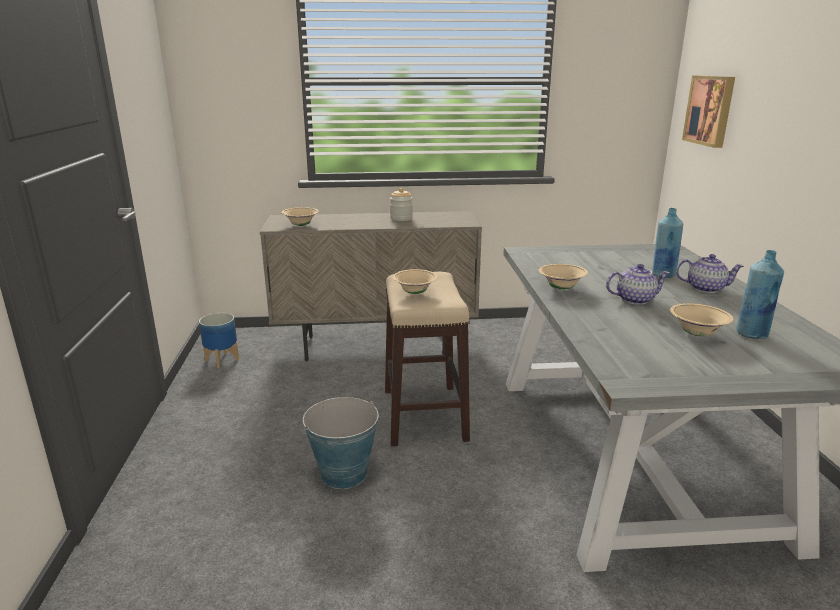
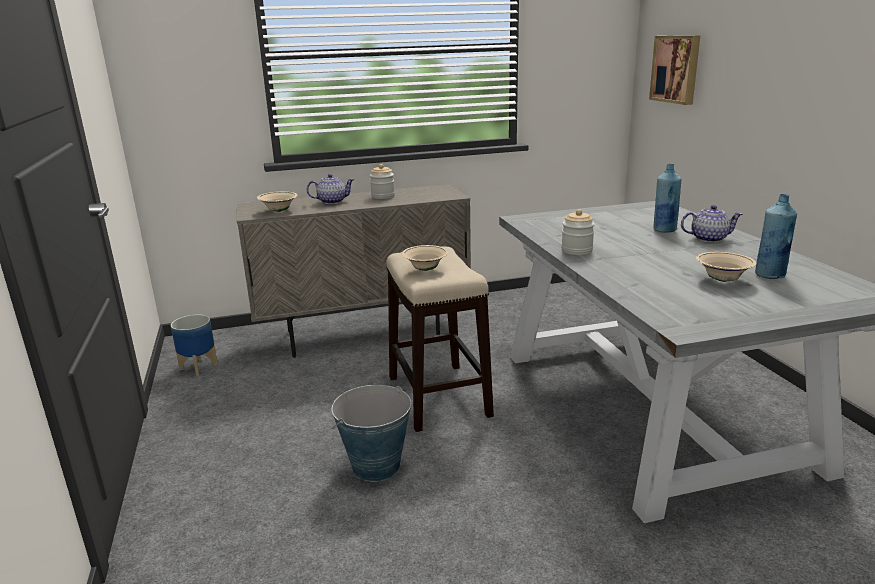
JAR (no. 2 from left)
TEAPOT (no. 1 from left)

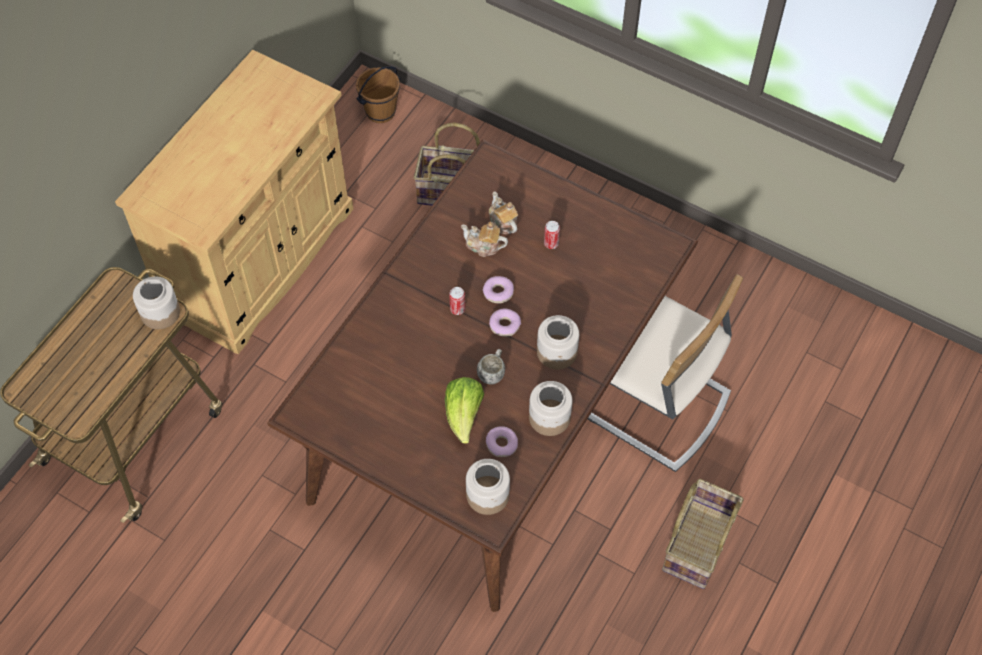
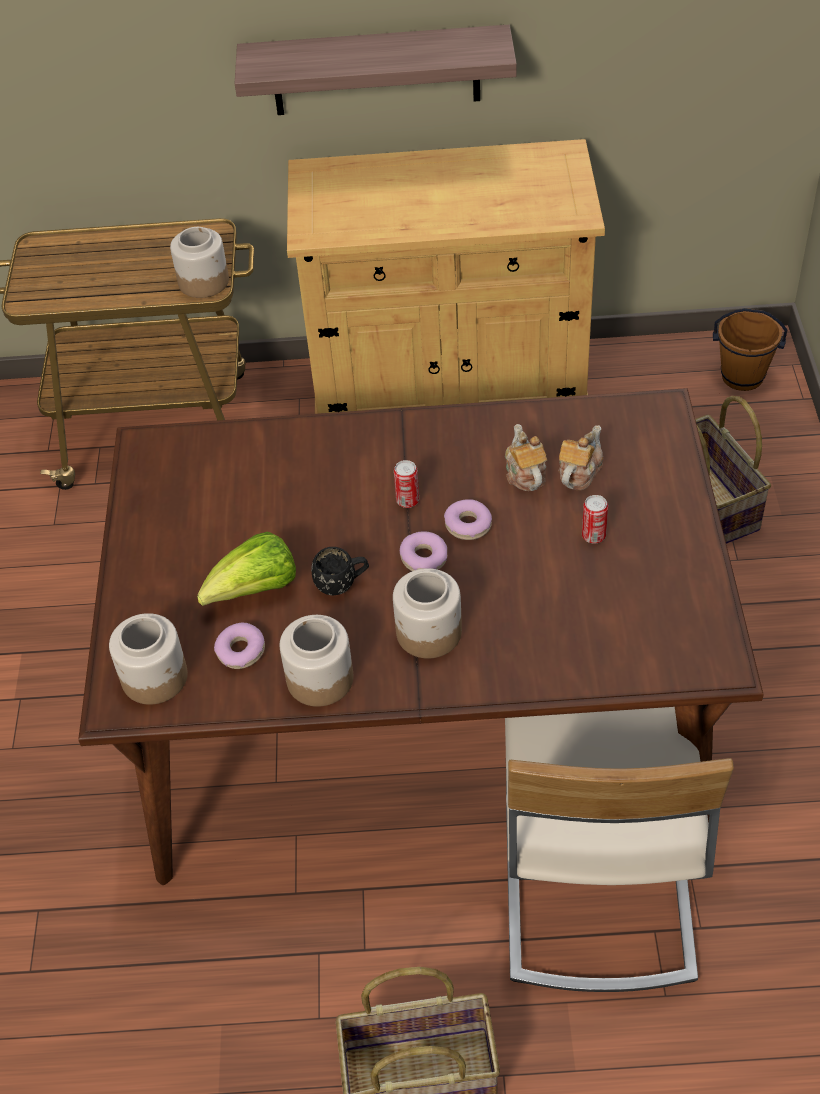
BLACK MUG
SHELF

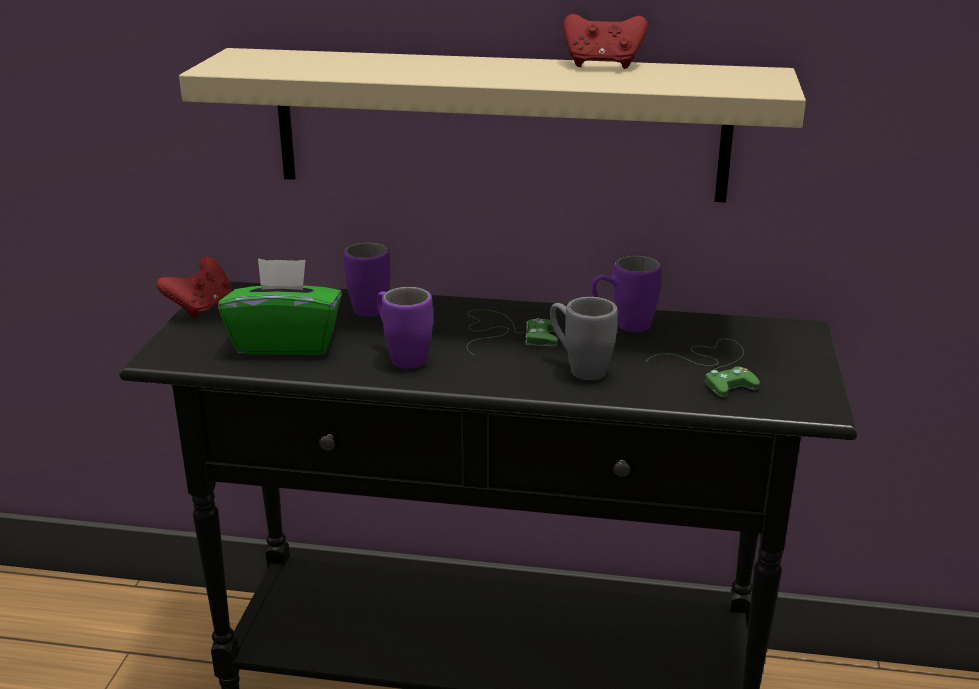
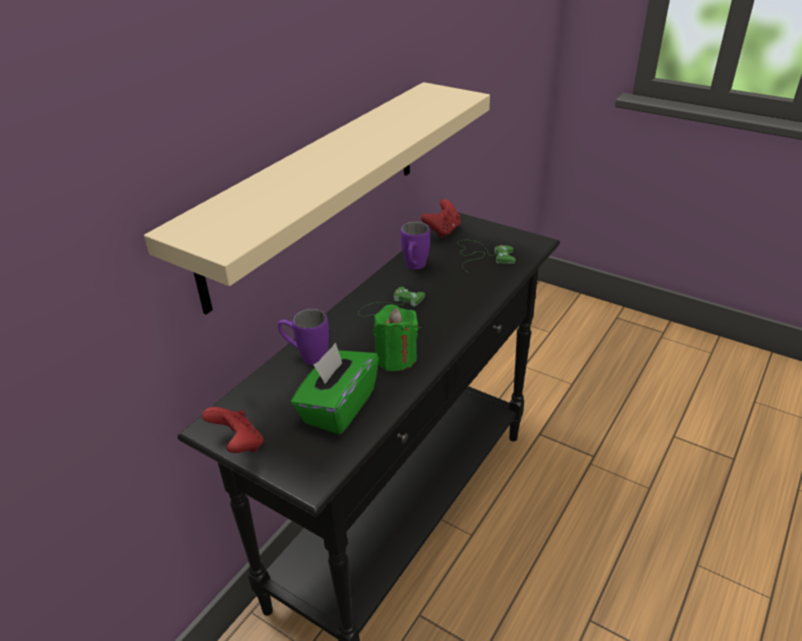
GREEN CANDLE
GREY MUG
RED GAME CONTROLLER (no. 2 from left)

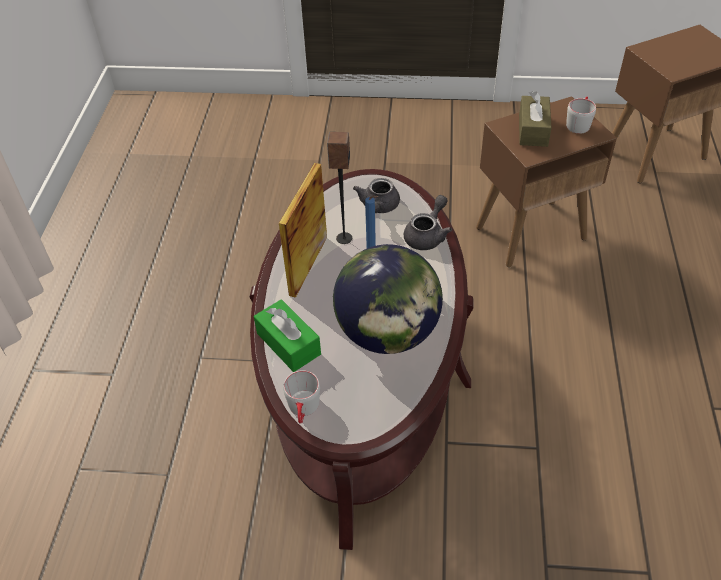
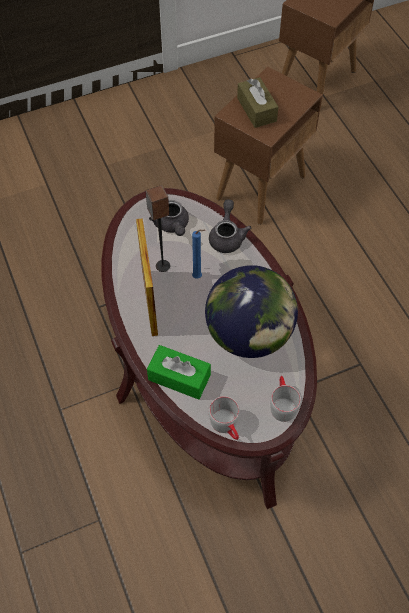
GREY MUG (no. 2 from left)

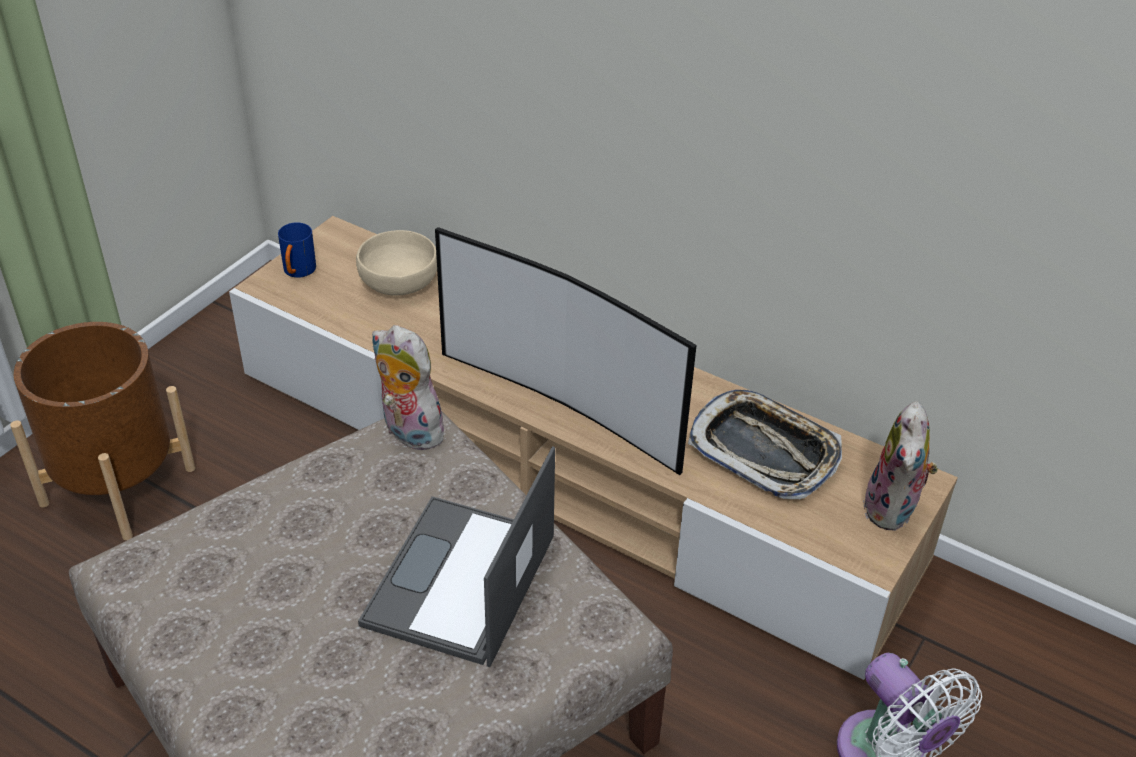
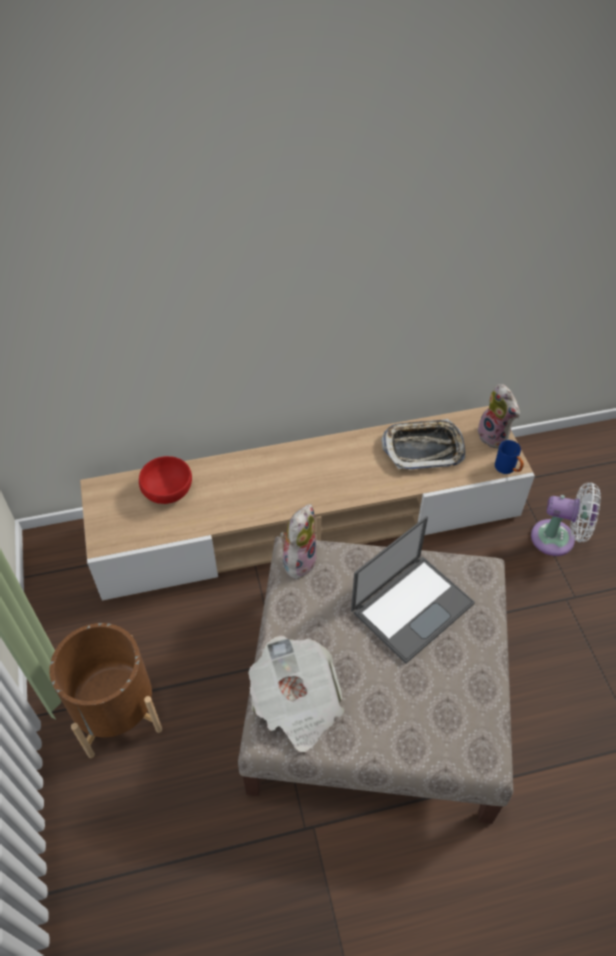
BLUE MUG
RED BOWL
LAPTOP
PLUSH TOY (no. 1 from left)
TELEVISION
NEWSPAPER

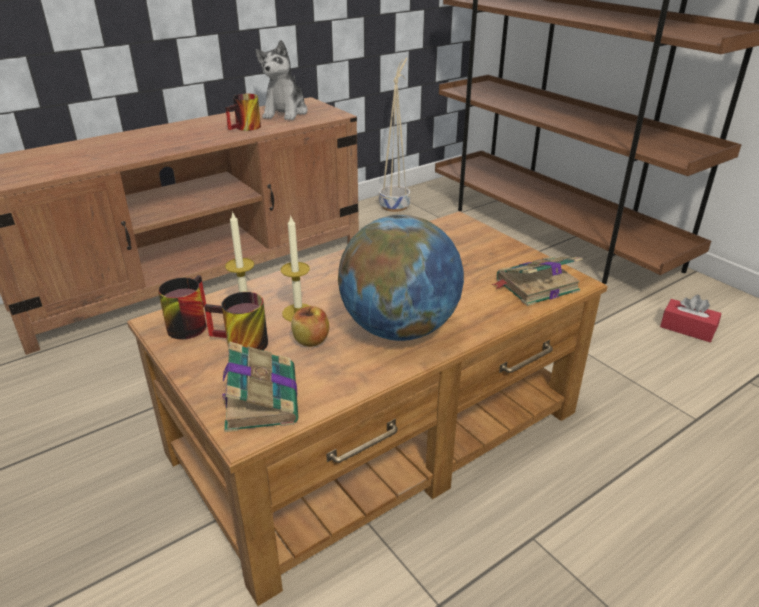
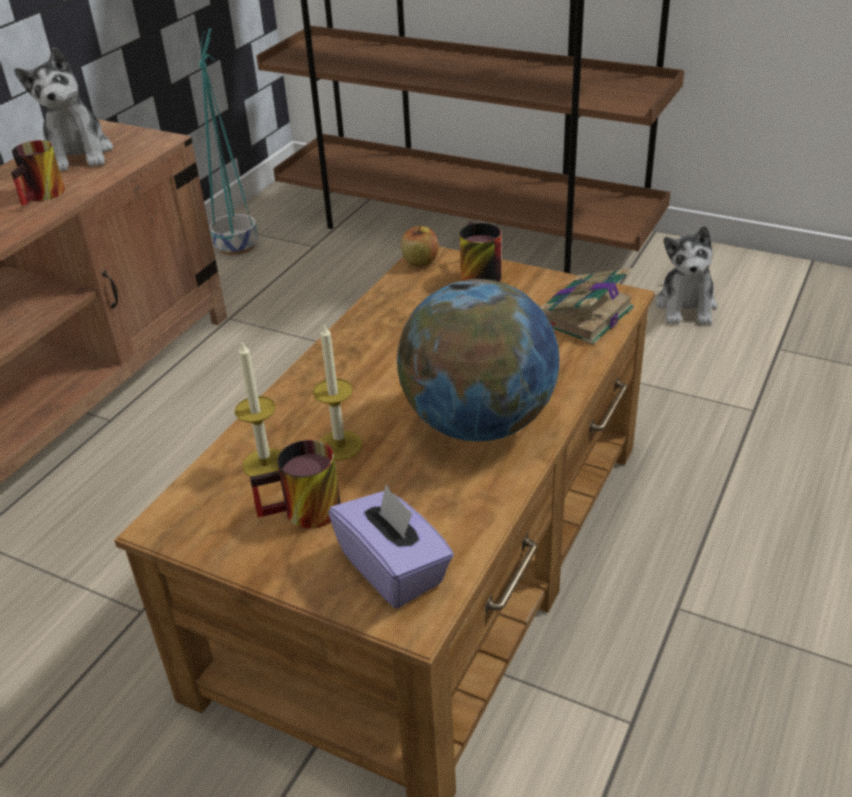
MUG (no. 3 from left)
PURPLE TISSUE BOX
APPLE
TURQUOISE PLANTER
PLUSH TOY (no. 2 from left)

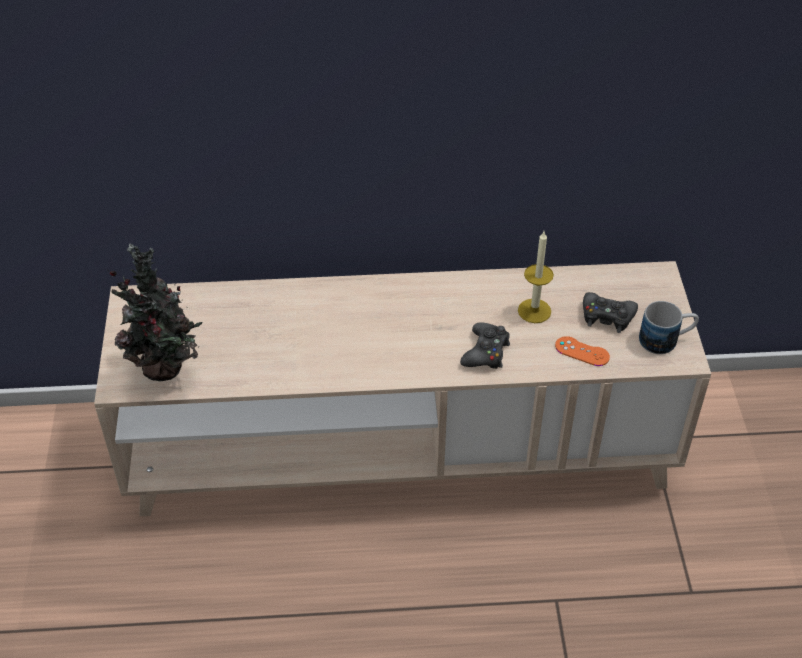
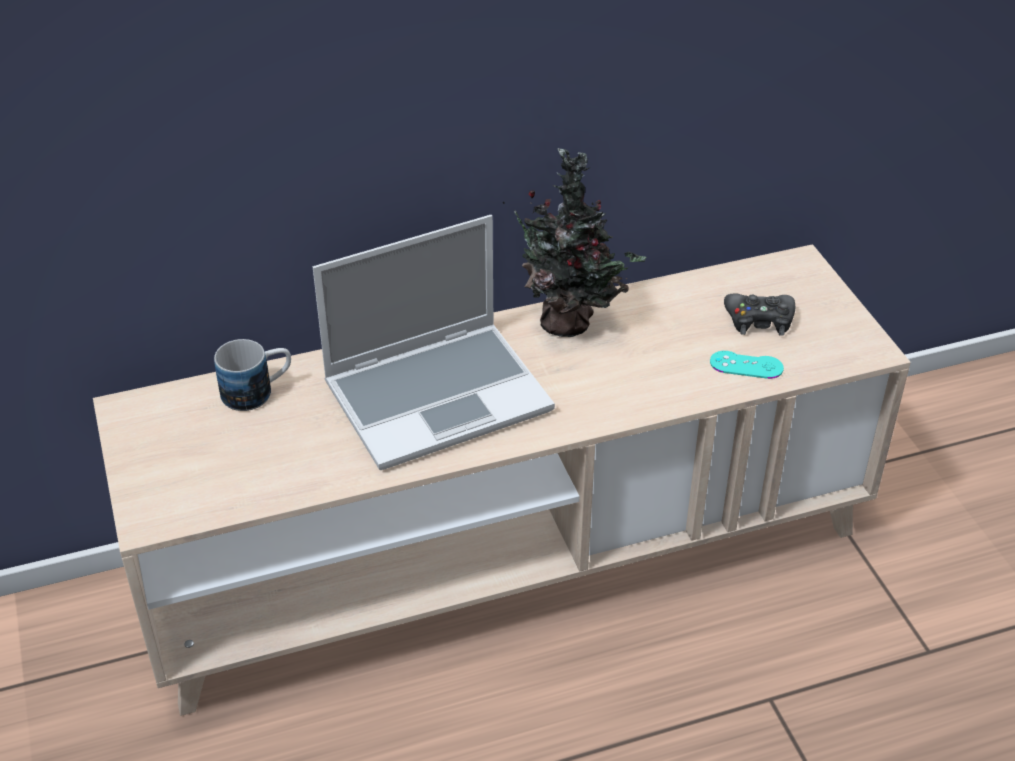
POTTED PLANT
BLACK GAME CONTROLLER (no. 1 from left in the first image)
CANDLE
TURQUOISE GAME CONTROLLER
MUG
LAPTOP

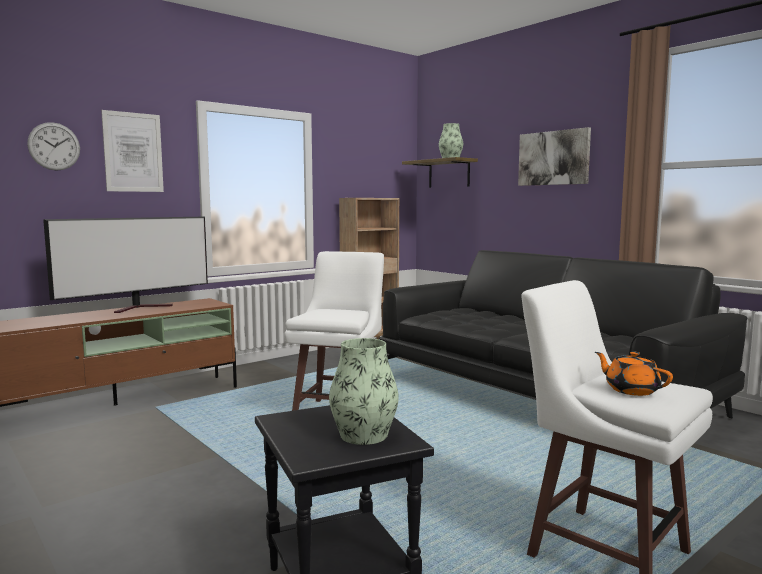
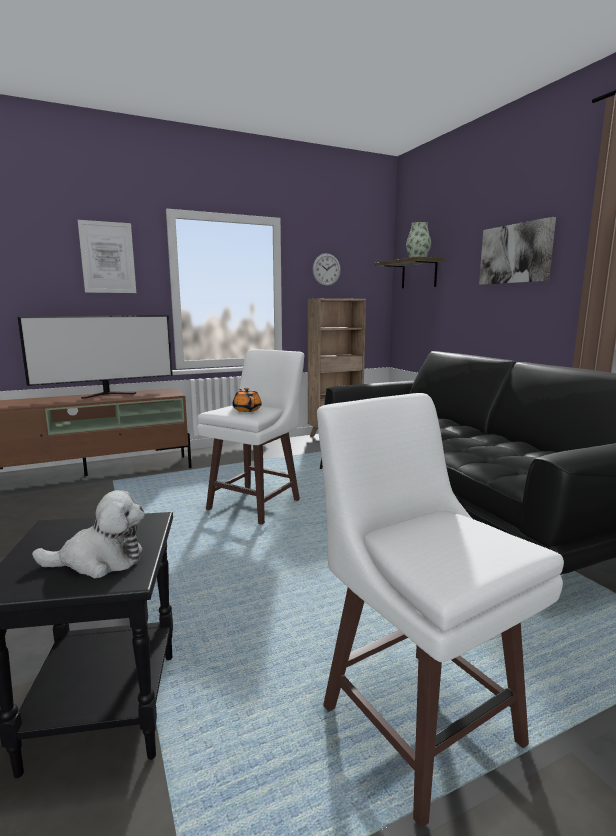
WALL CLOCK
PLUSH TOY
ORANGE TEAPOT

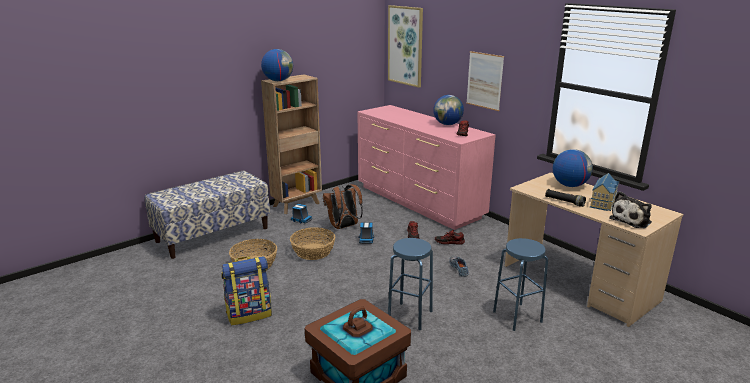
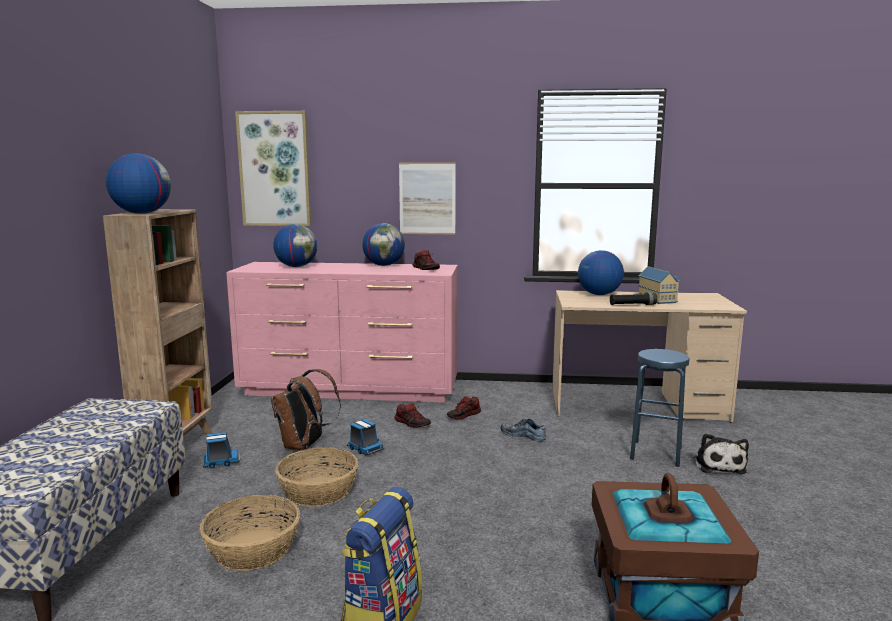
BLUE STOOL (no. 1 from left in the first image)
PLUSH TOY
GLOBE (no. 2 from left)

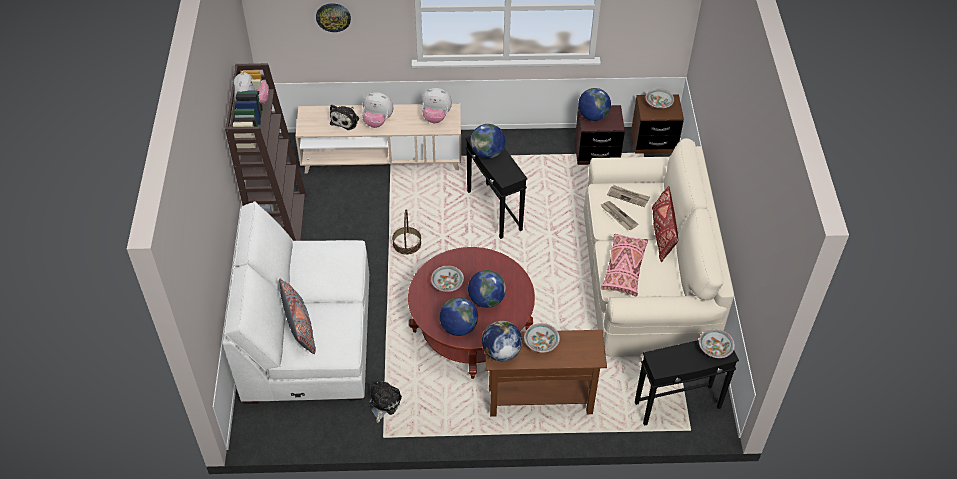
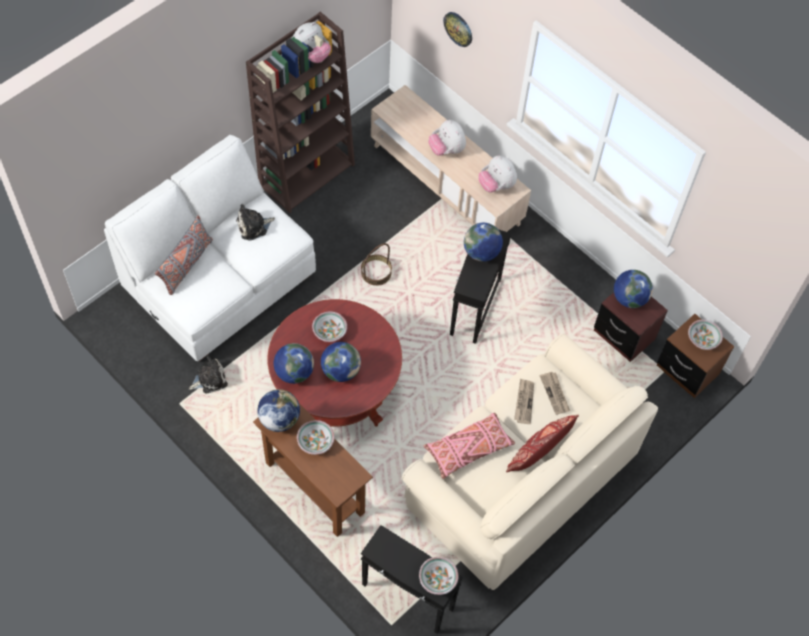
PLUSH TOY (no. 2 from left)

